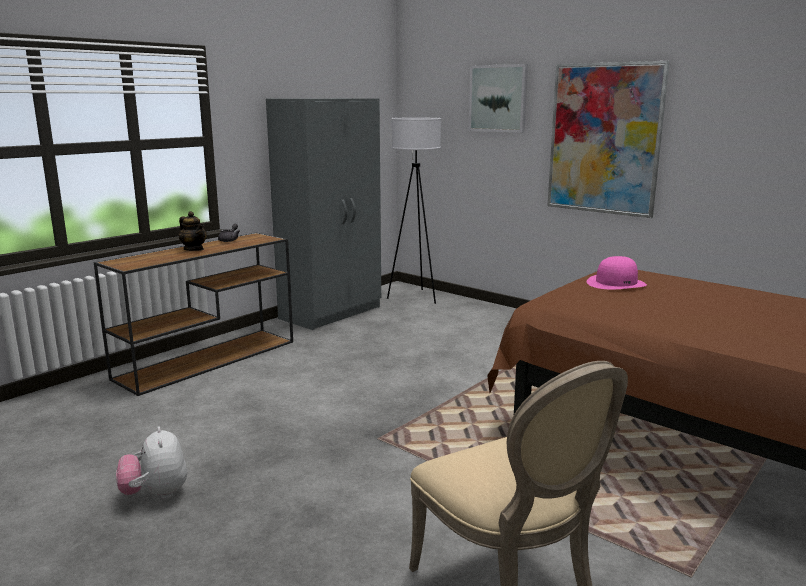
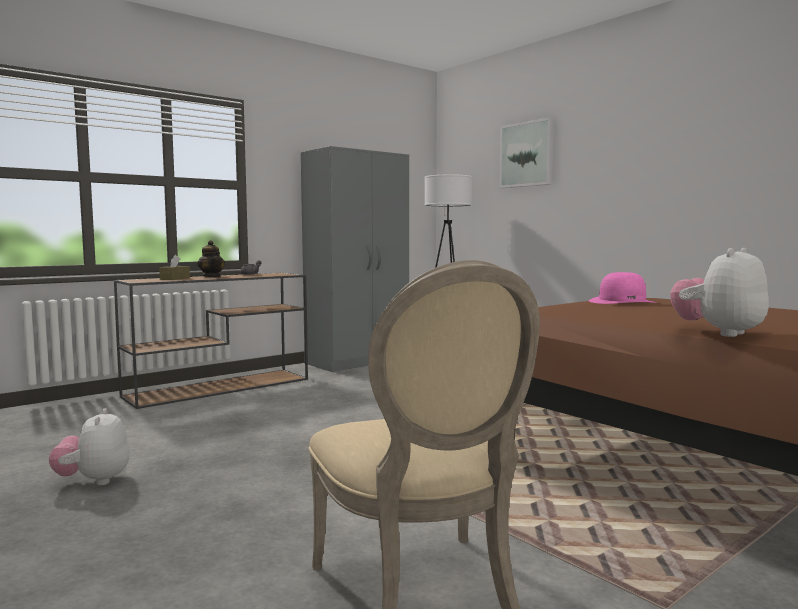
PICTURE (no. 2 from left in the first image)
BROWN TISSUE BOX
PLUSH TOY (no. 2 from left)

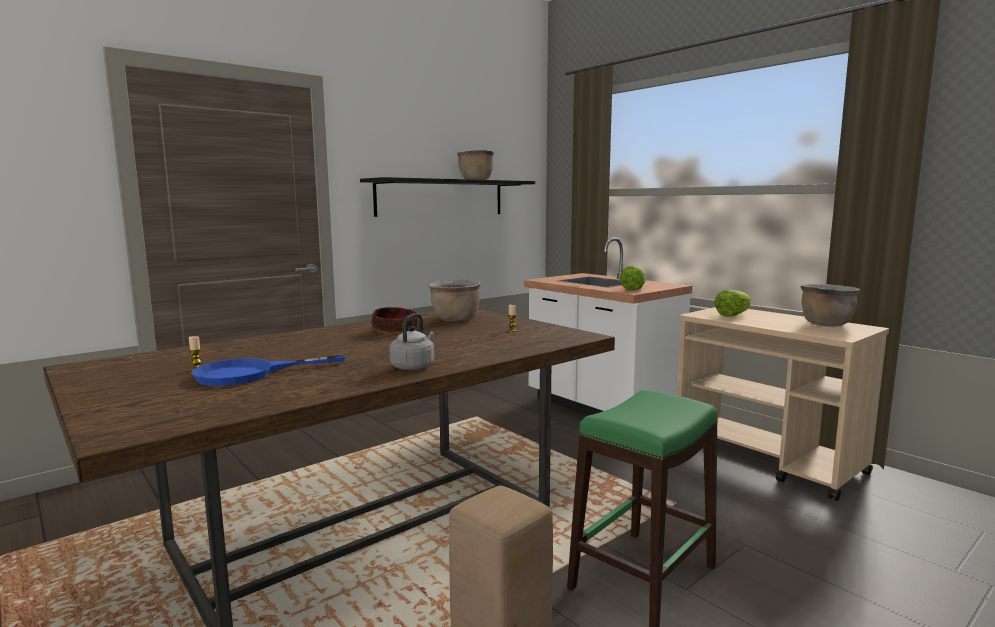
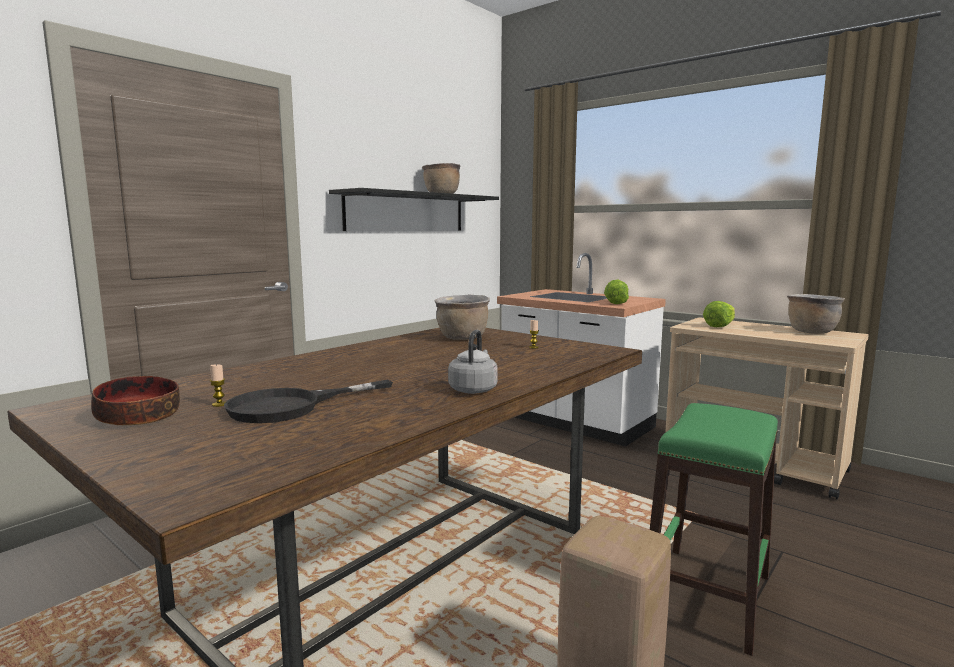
BLACK FRYING PAN
BOWL

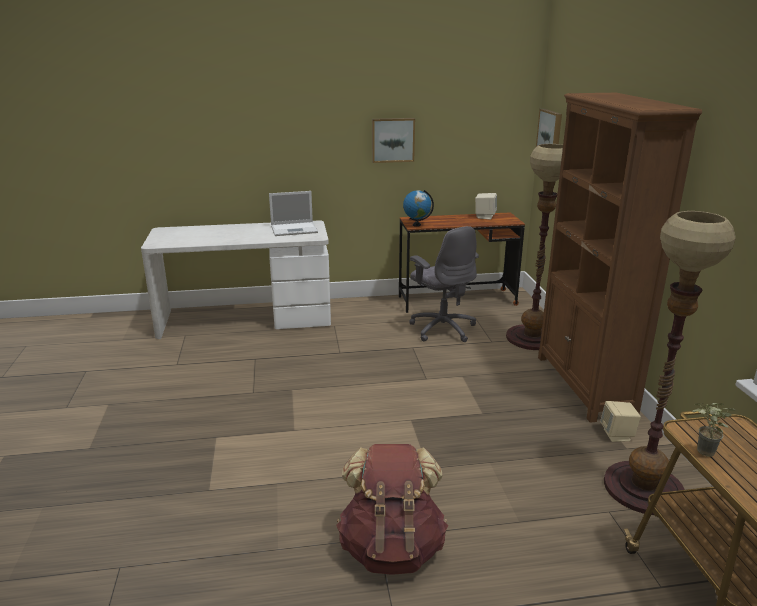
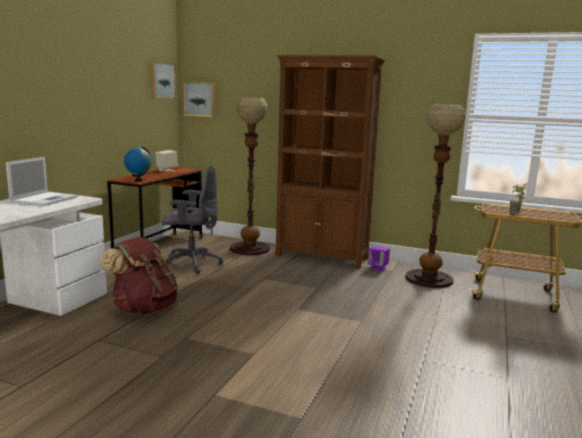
BROWN BACKPACK
PICTURE (no. 1 from left)
PURPLE SPEAKER

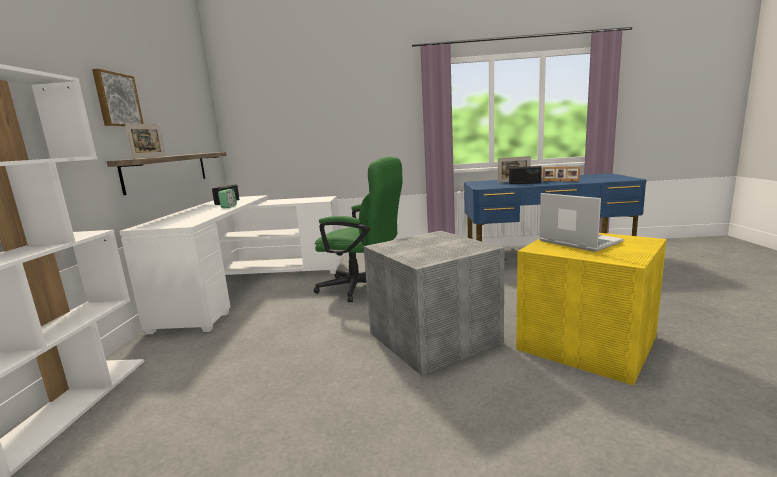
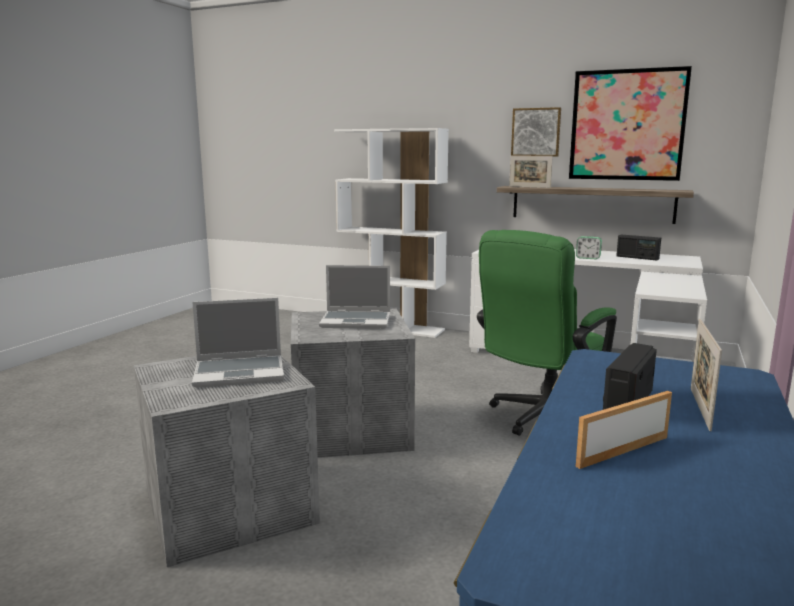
GREY STORAGE BOX (no. 1 from left)
LAPTOP (no. 2 from left)
PICTURE (no. 2 from left)

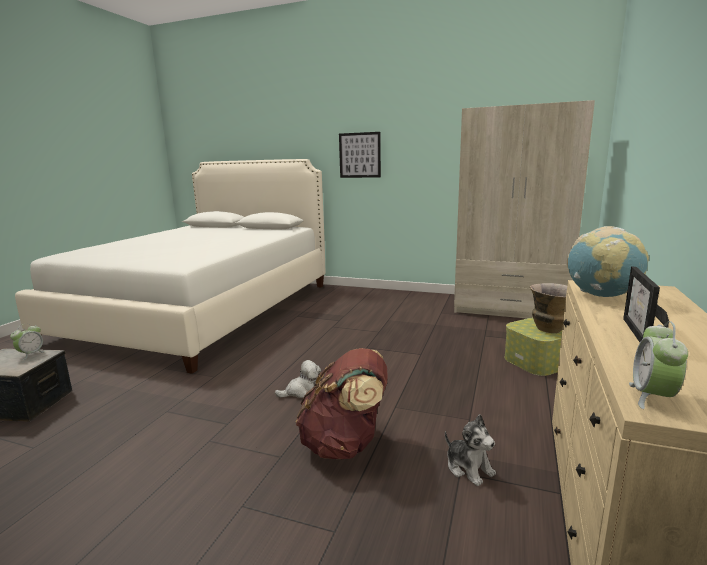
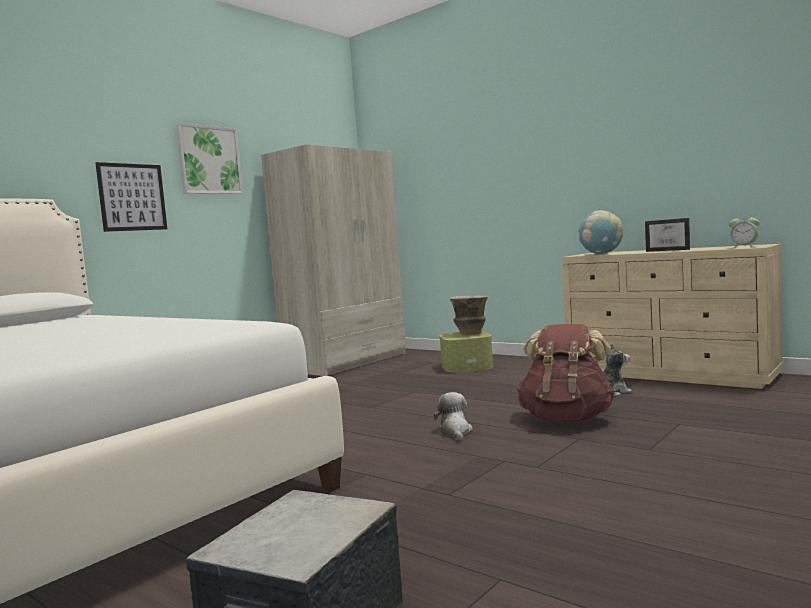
ALARM CLOCK (no. 1 from left in the first image)
PICTURE (no. 2 from left)

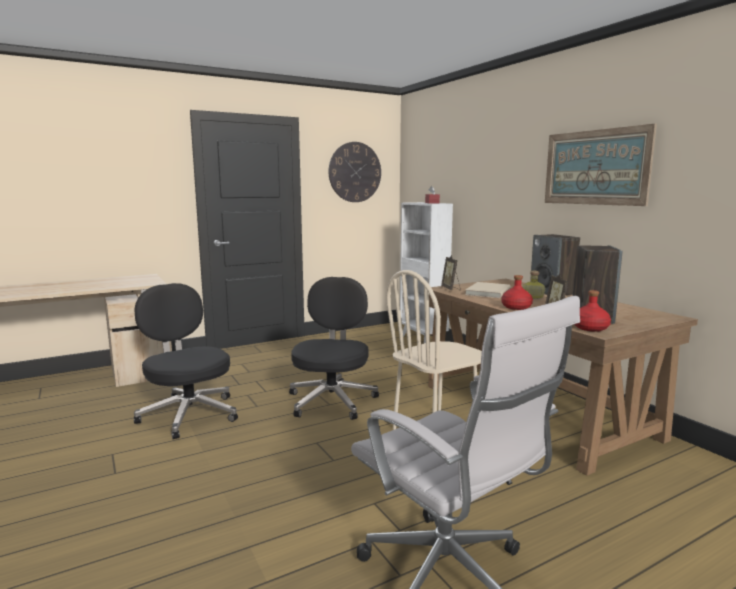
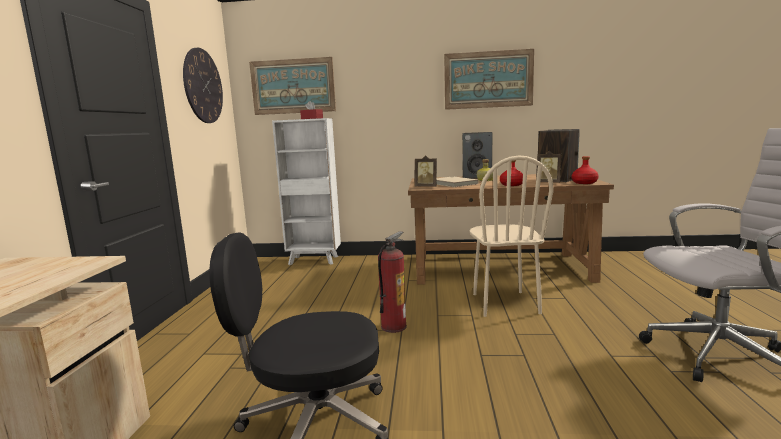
FIRE EXTINGUISHER
PICTURE (no. 1 from left)

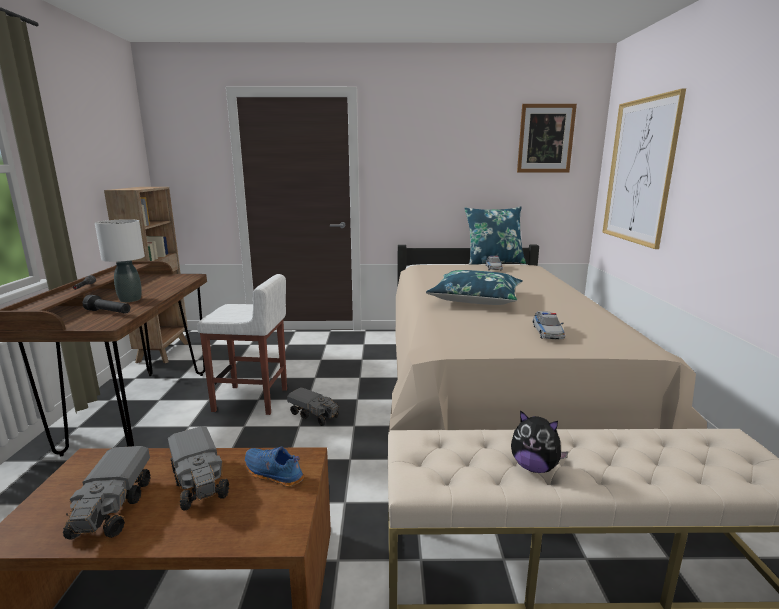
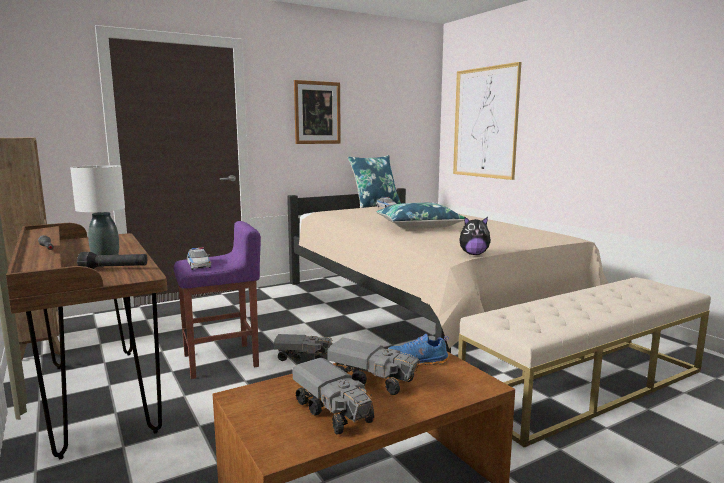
PURPLE STOOL
PLUSH TOY
PICTURE (no. 1 from left)
TOY CAR (no. 1 from left)

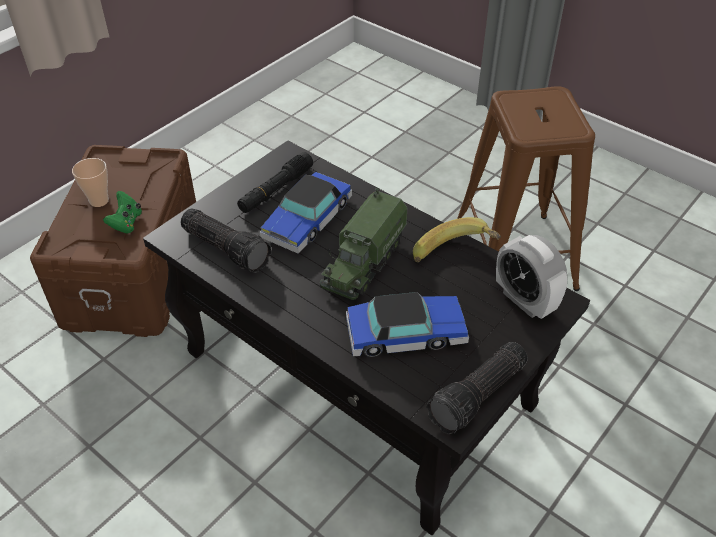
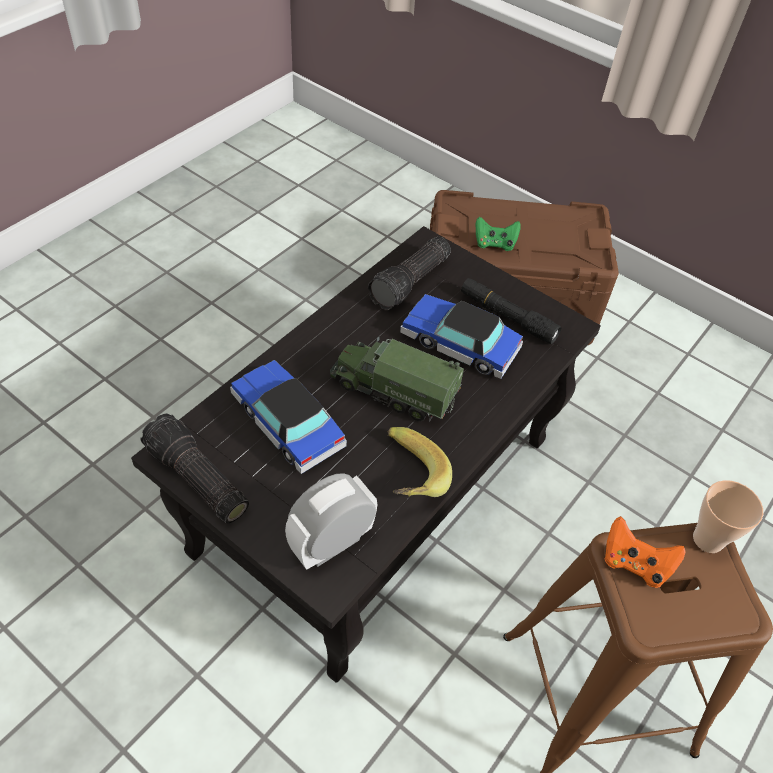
CUP
TOY CAR (no. 1 from left)
ORANGE GAME CONTROLLER

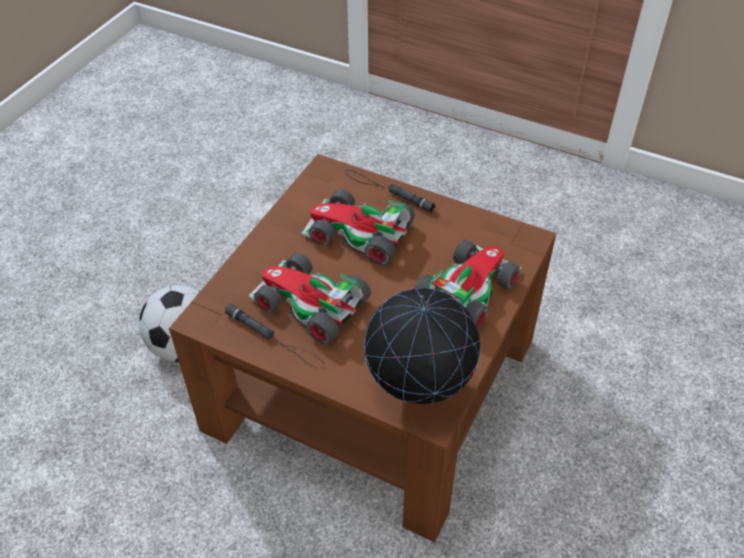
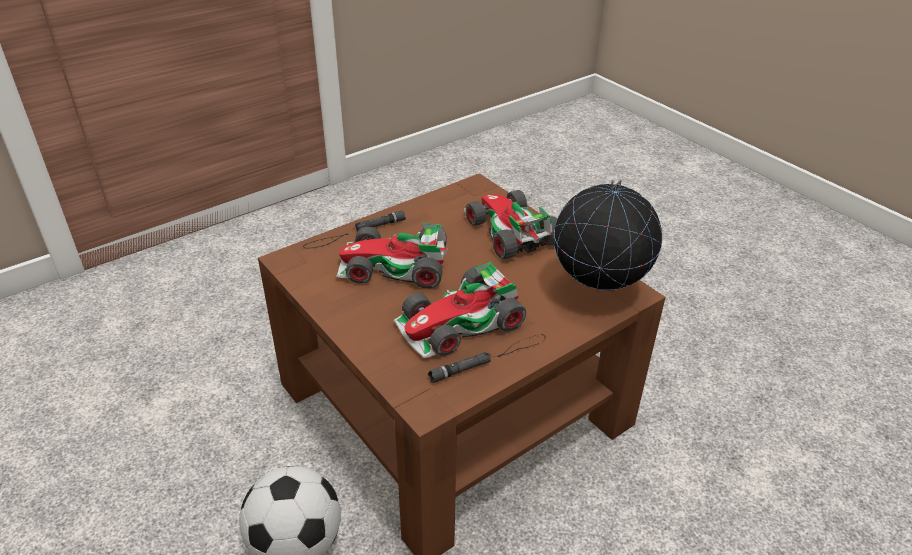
TOY CAR (no. 1 from left)

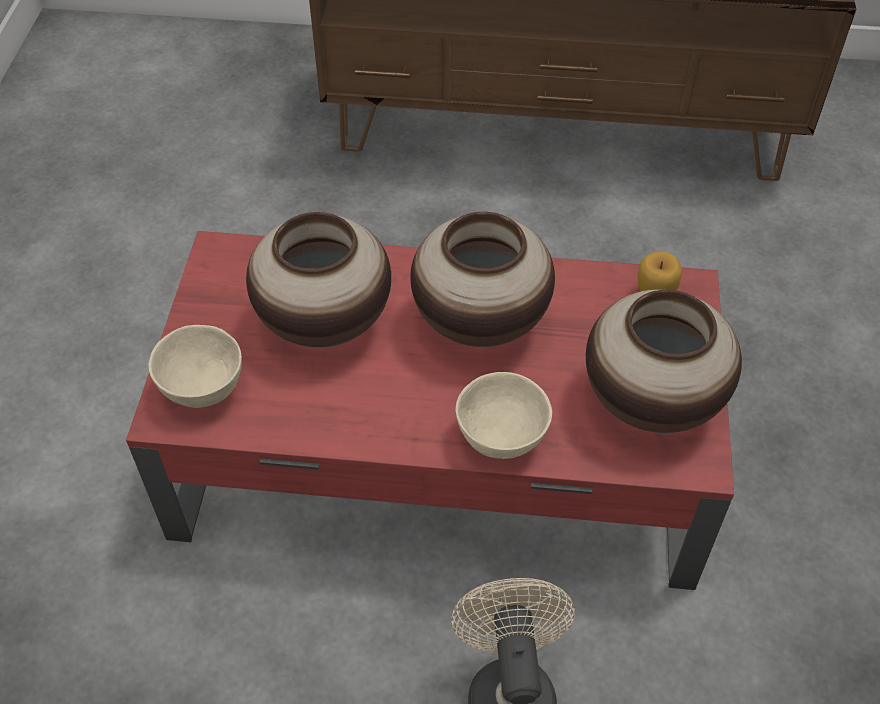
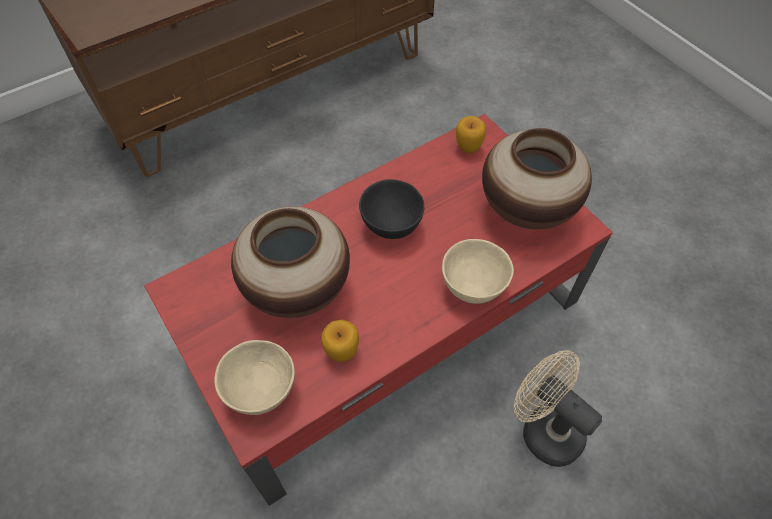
BLACK BOWL
APPLE (no. 1 from left)

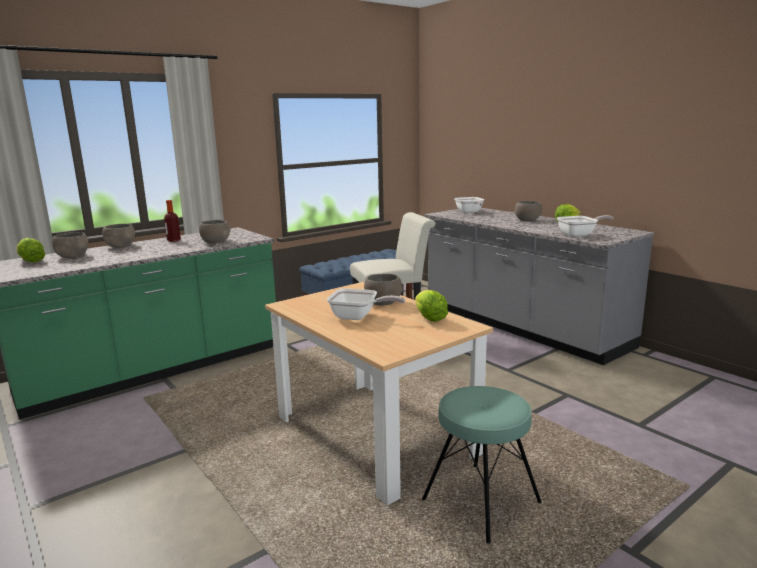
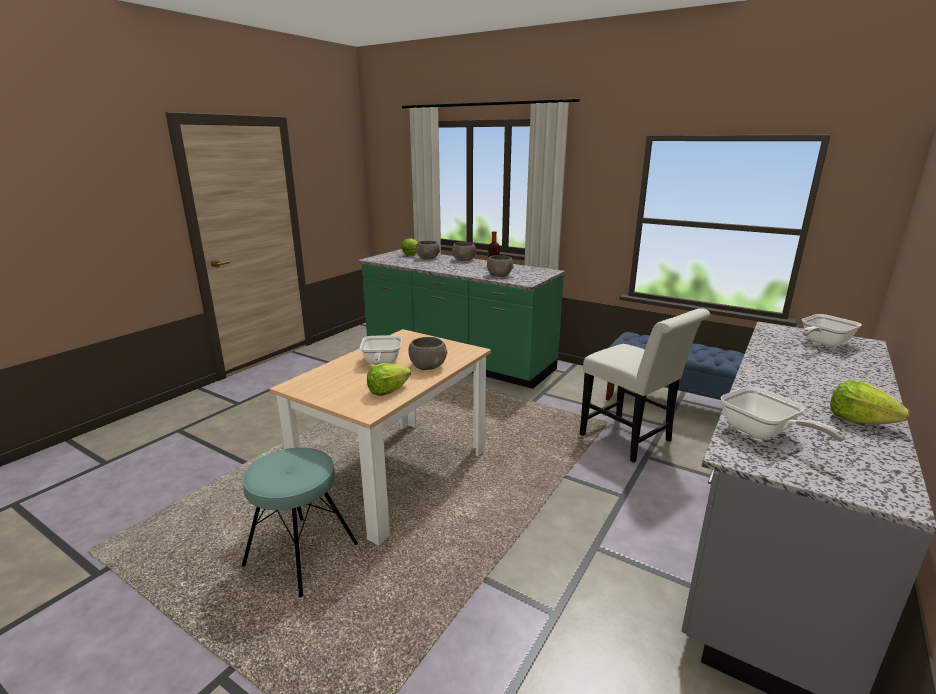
GREY BOWL (no. 5 from left in the first image)

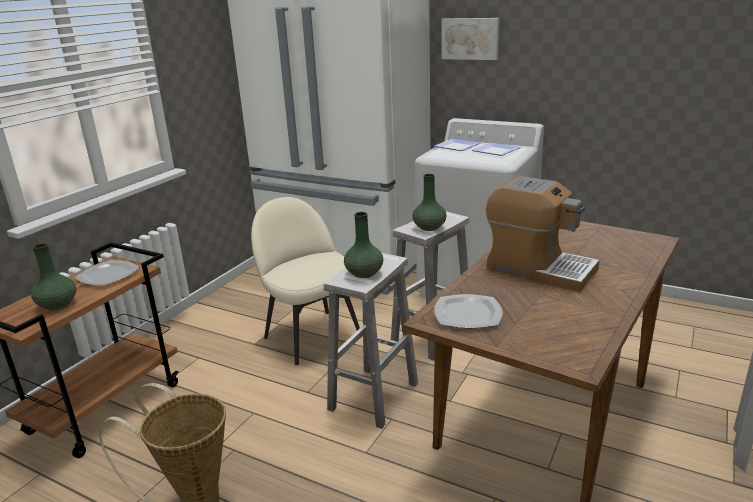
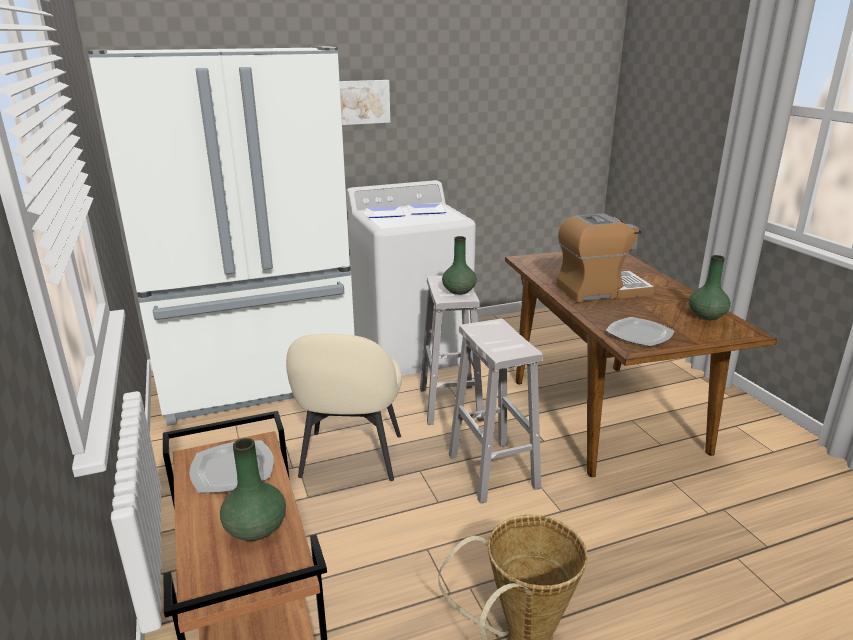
BEIGE CHAIR
GREEN VASE (no. 3 from left)

